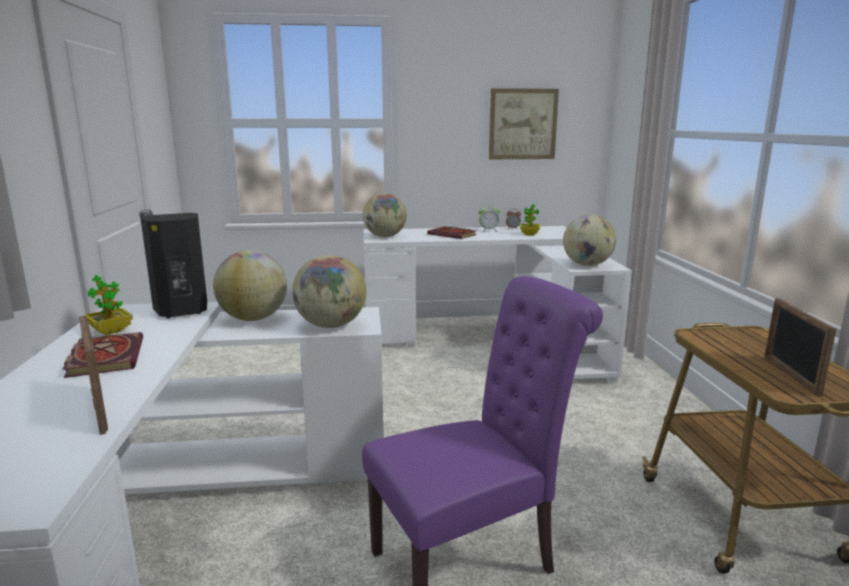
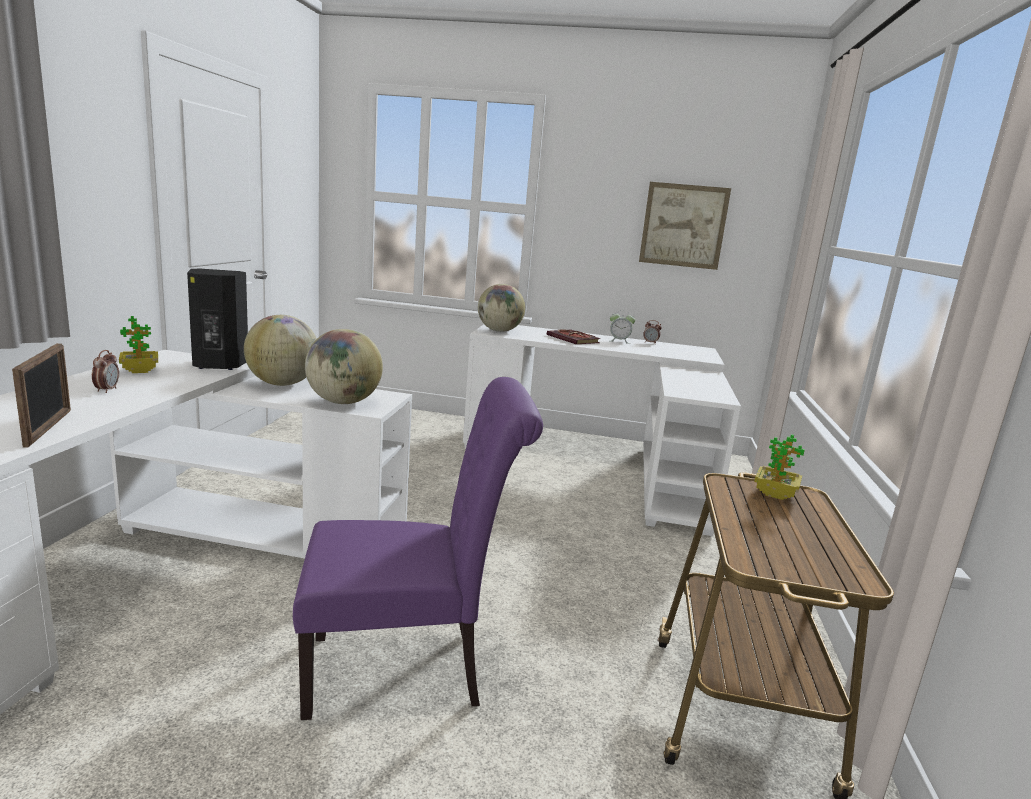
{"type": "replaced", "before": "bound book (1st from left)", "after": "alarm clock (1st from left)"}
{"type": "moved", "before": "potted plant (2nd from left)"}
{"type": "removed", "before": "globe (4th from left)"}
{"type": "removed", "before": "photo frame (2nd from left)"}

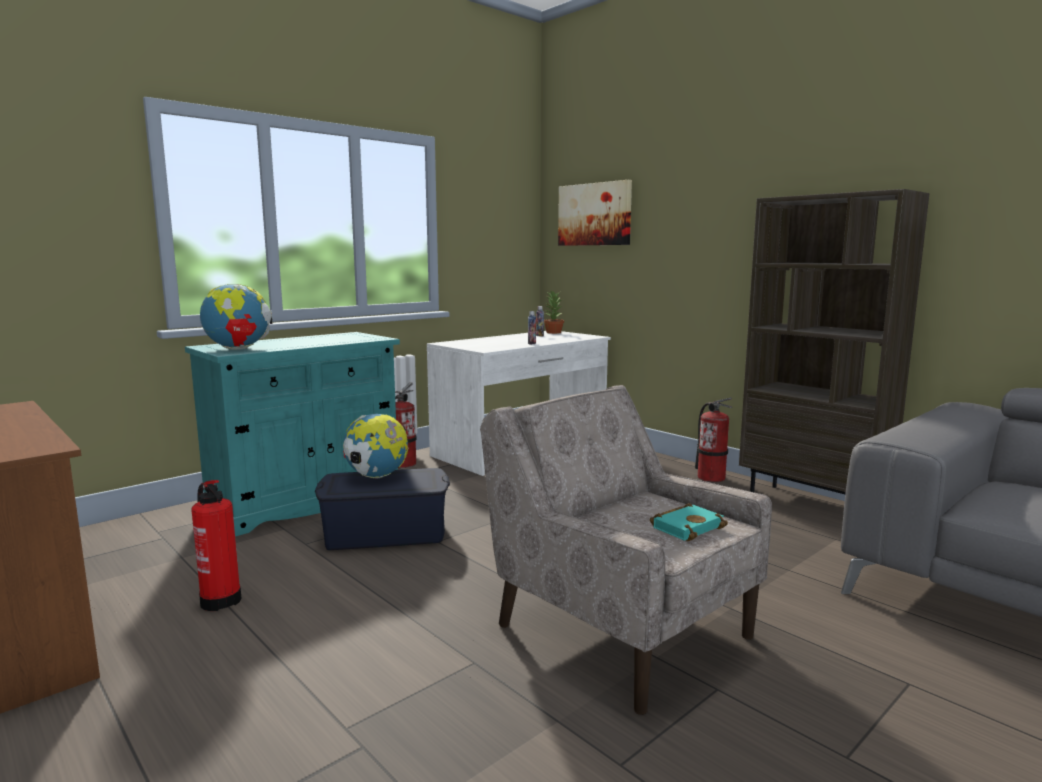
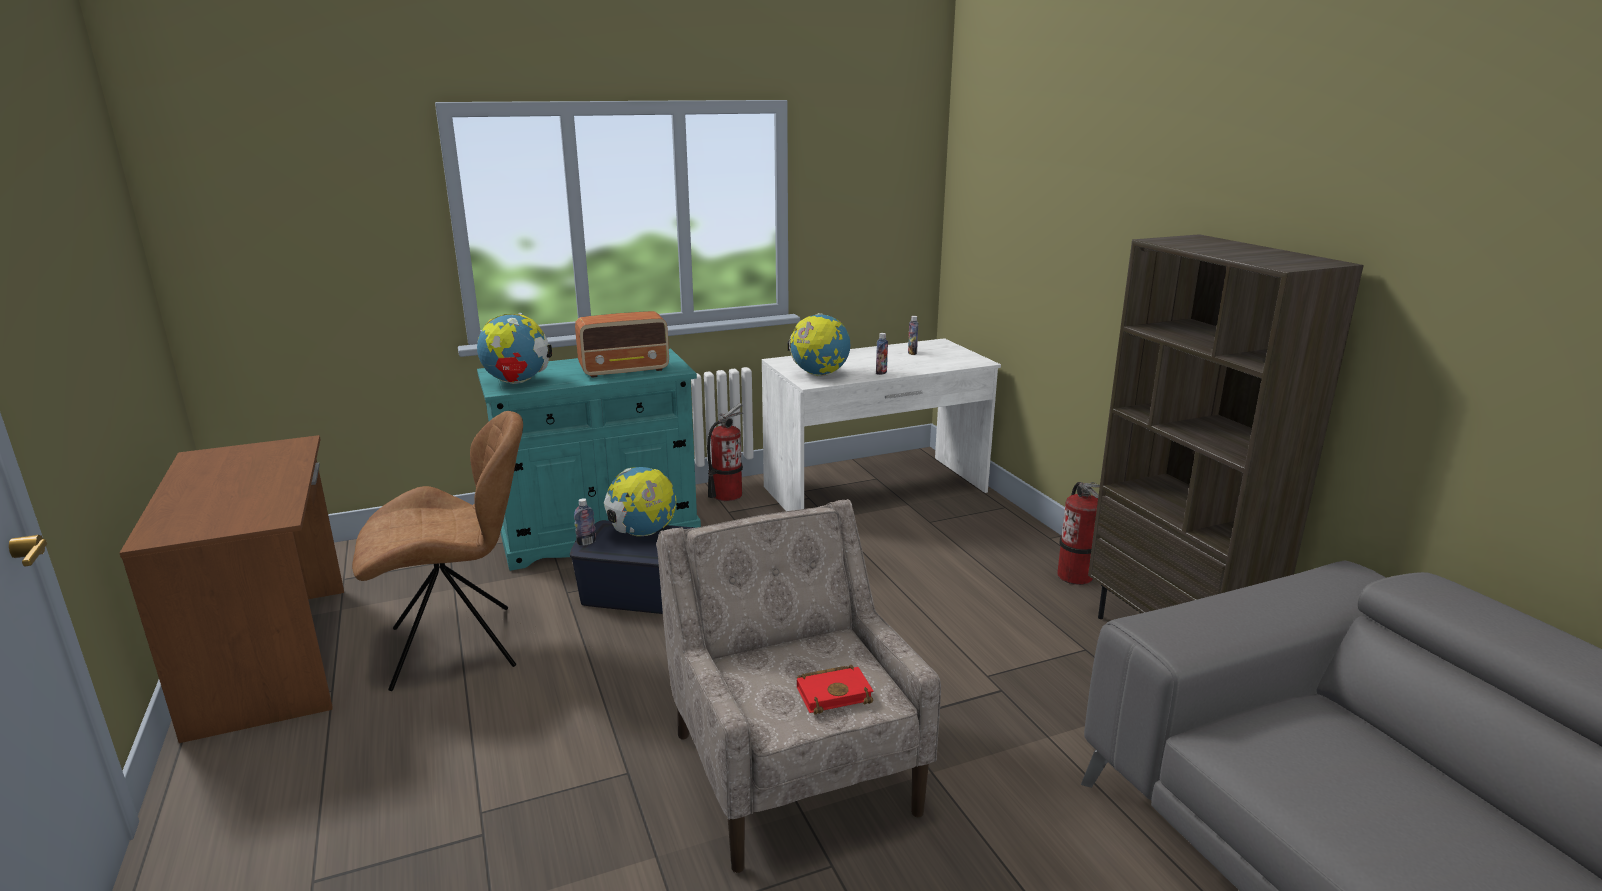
{"type": "replaced", "before": "extinguisher (1st from left)", "after": "upright chair/brown"}
{"type": "removed", "before": "potted plant"}
{"type": "removed", "before": "picture"}
{"type": "recoloured", "before": "bound book/turquoise-coloured", "after": "bound book/reddish"}
{"type": "added", "after": "drink bottle (1st from left)"}
{"type": "added", "after": "radio receiver"}
{"type": "added", "after": "globe (3rd from left)"}

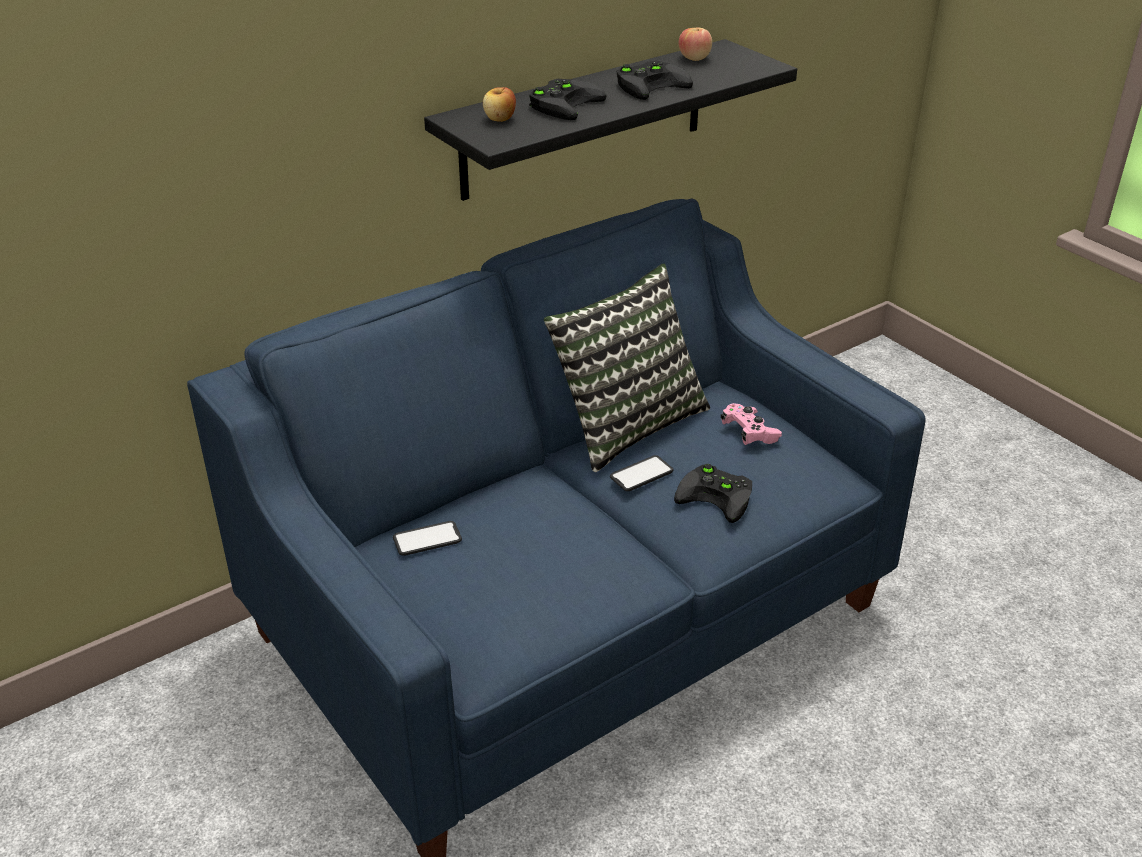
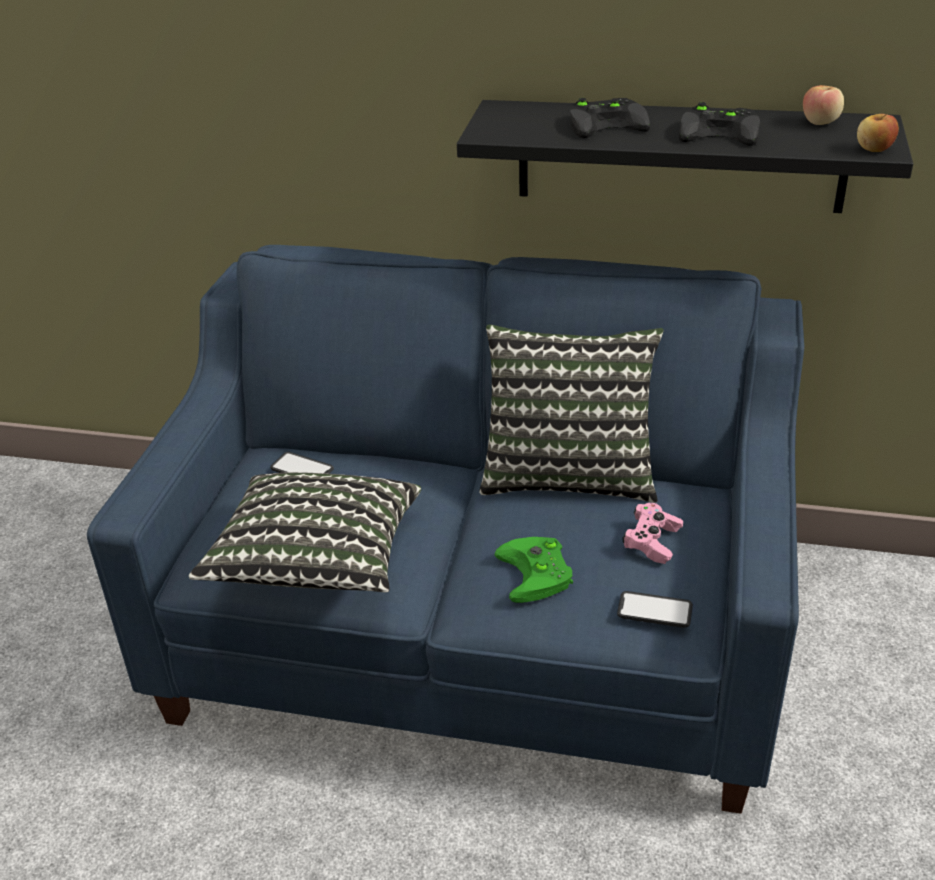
{"type": "moved", "before": "apple fruit (1st from left in the first image)", "after": "apple fruit (2nd from left)"}
{"type": "moved", "before": "phone (2nd from left)"}
{"type": "recoloured", "before": "gamepad/black (3rd from left)", "after": "gamepad/greenish"}
{"type": "added", "after": "throw pillow (1st from left)"}

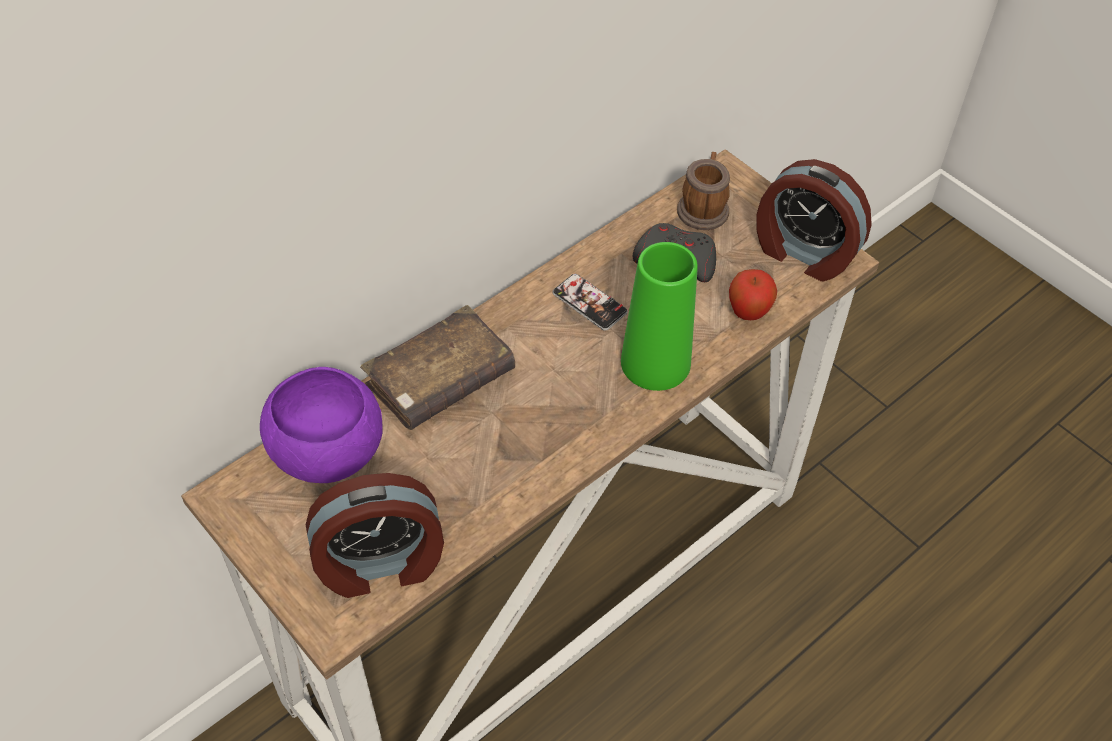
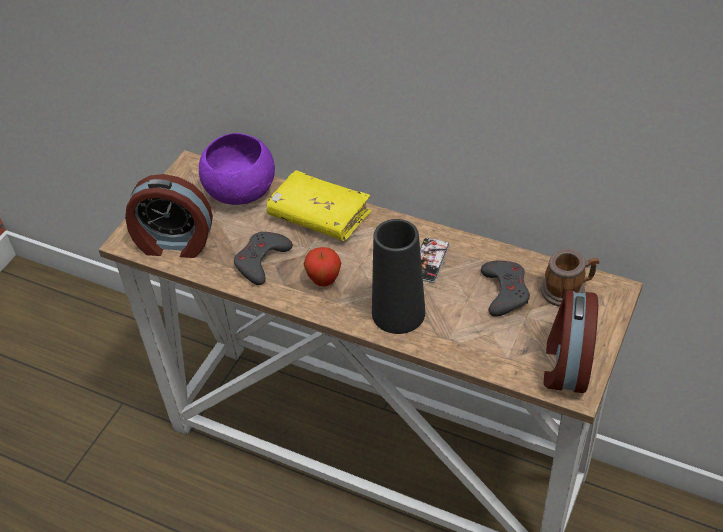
{"type": "turned", "before": "alarm clock (1st from left)", "turn": -45}
{"type": "recoloured", "before": "bound book/brown", "after": "bound book/yellow"}
{"type": "recoloured", "before": "vase/greenish", "after": "vase/black"}
{"type": "moved", "before": "apple fruit"}
{"type": "added", "after": "gamepad/greyish (1st from left)"}

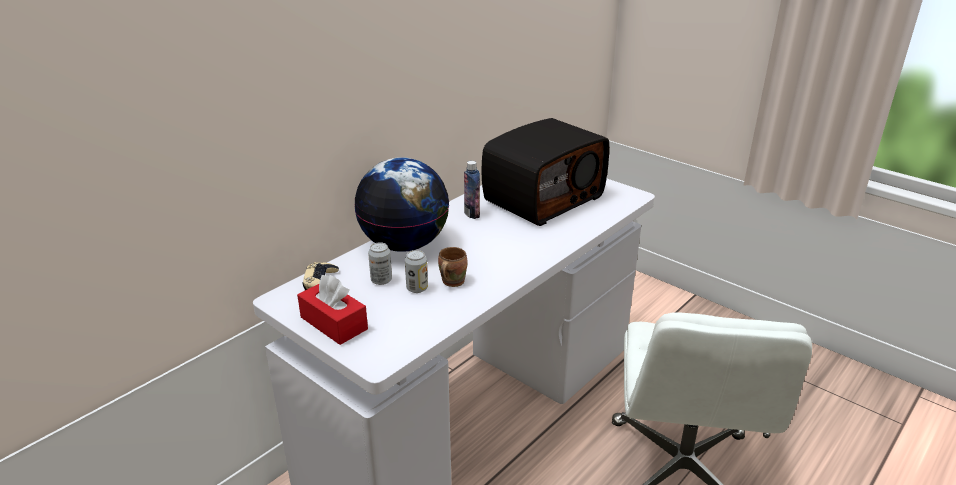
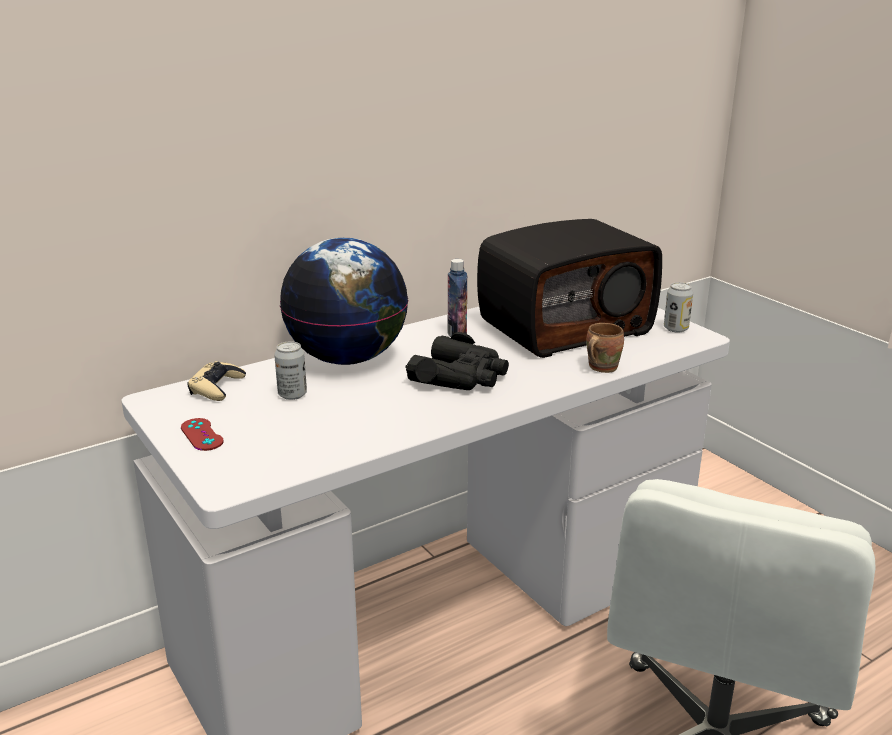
{"type": "replaced", "before": "tissue holder/reddish", "after": "gamepad/reddish"}
{"type": "moved", "before": "metal can (2nd from left)"}
{"type": "moved", "before": "tea mug/brown"}
{"type": "added", "after": "binoculars/black"}

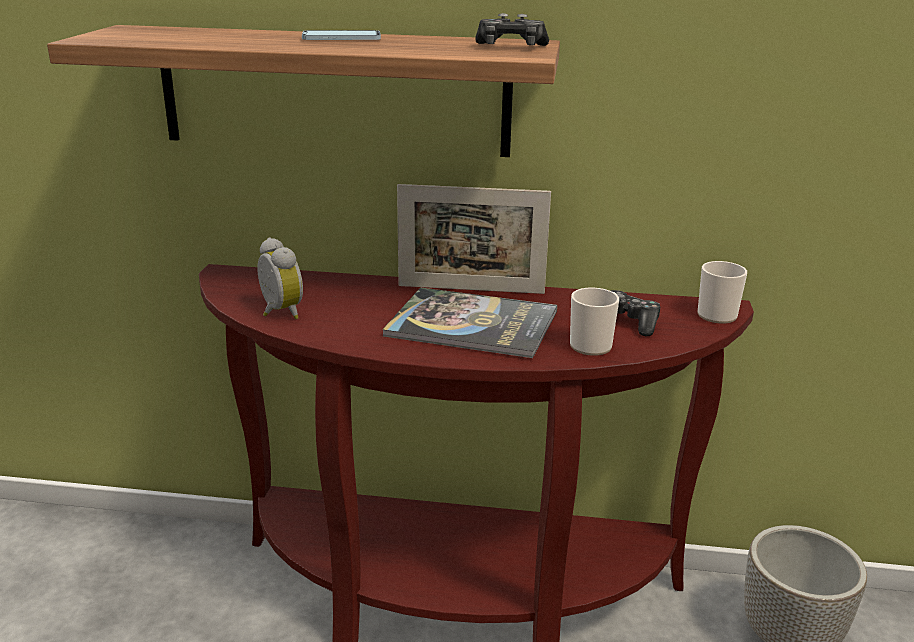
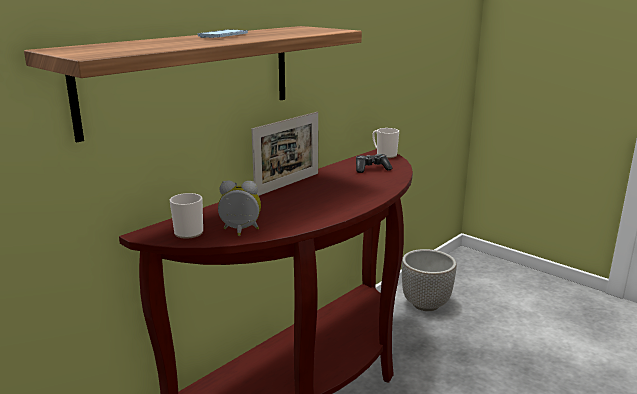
{"type": "removed", "before": "bound book"}
{"type": "removed", "before": "gamepad (1st from left)"}
{"type": "moved", "before": "tea mug (1st from left)"}

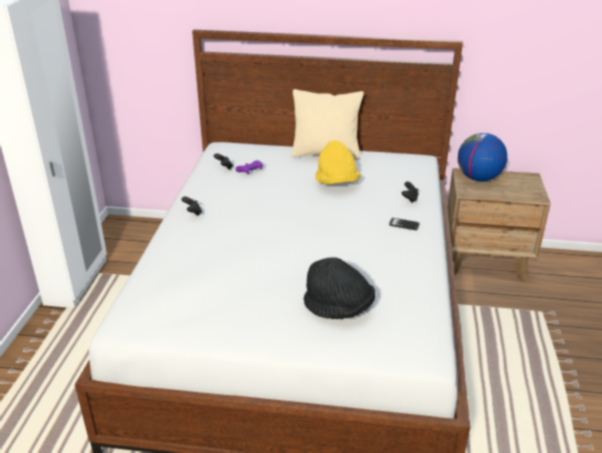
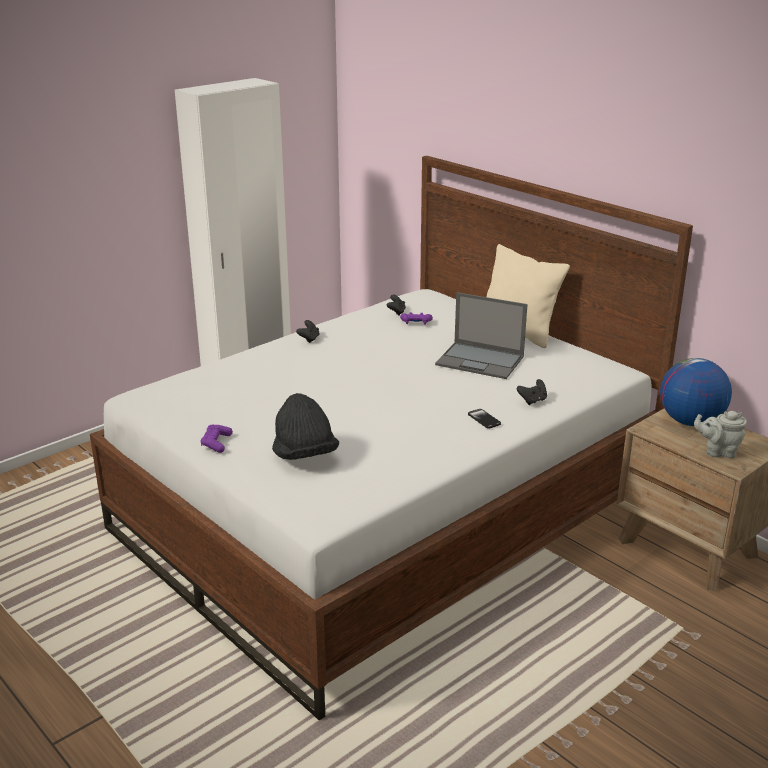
{"type": "replaced", "before": "clothing hat/yellow", "after": "laptop"}
{"type": "added", "after": "gamepad/purple-coloured (1st from left)"}
{"type": "added", "after": "pot for tea/greyish"}

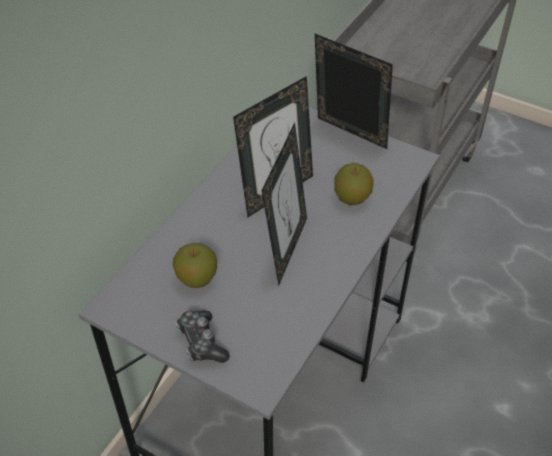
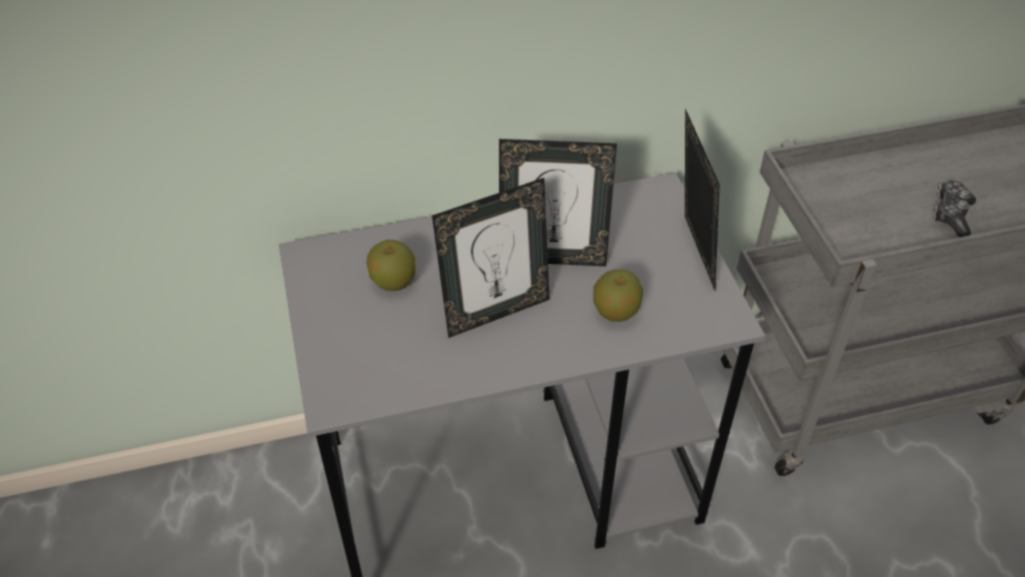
{"type": "moved", "before": "gamepad"}

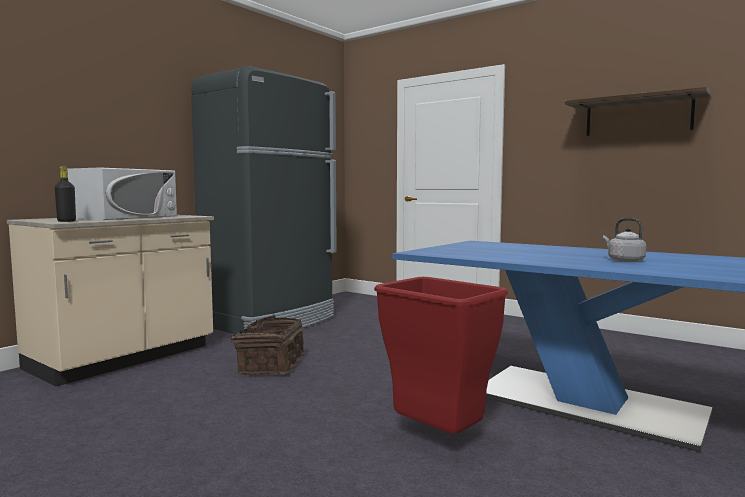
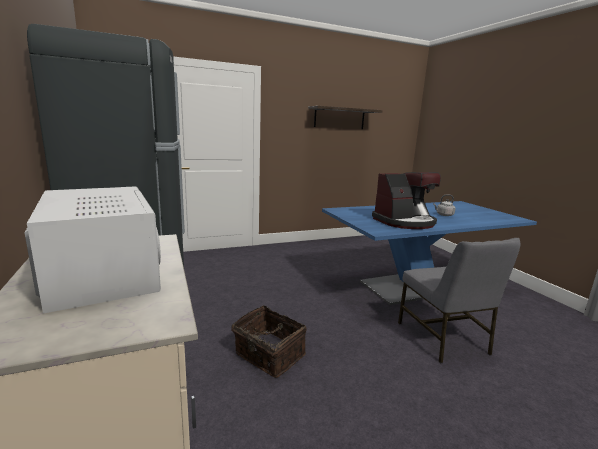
{"type": "removed", "before": "drink bottle/black"}
{"type": "replaced", "before": "rubbish bin/reddish", "after": "upright chair/greyish"}
{"type": "added", "after": "coffee brewer"}

